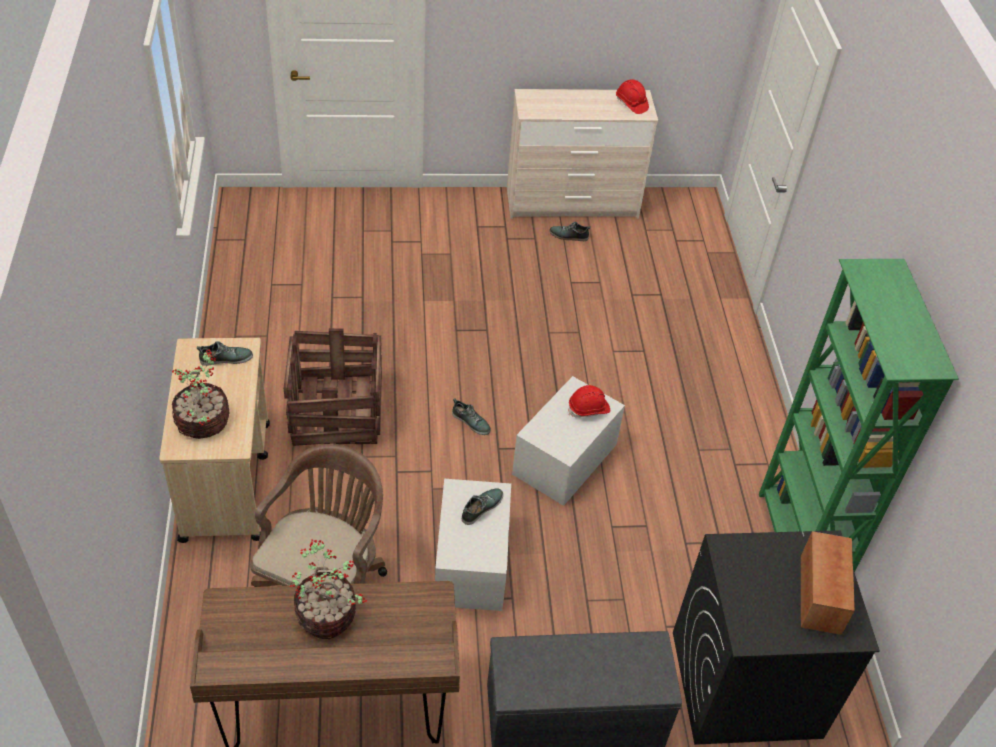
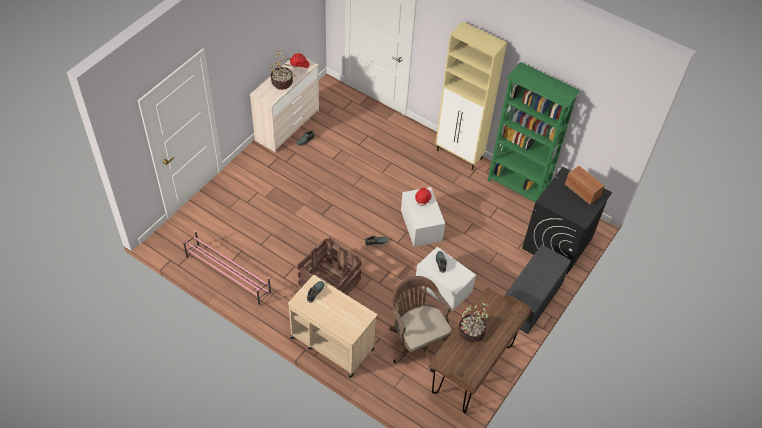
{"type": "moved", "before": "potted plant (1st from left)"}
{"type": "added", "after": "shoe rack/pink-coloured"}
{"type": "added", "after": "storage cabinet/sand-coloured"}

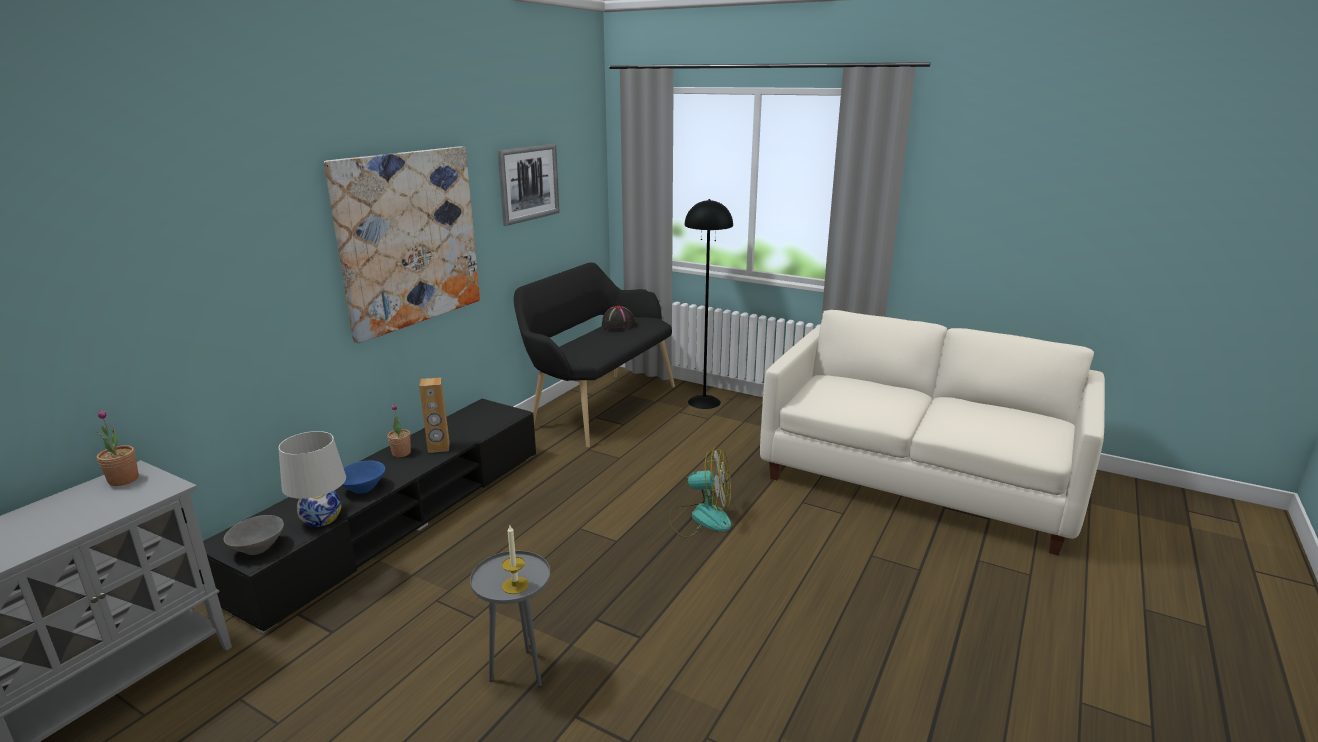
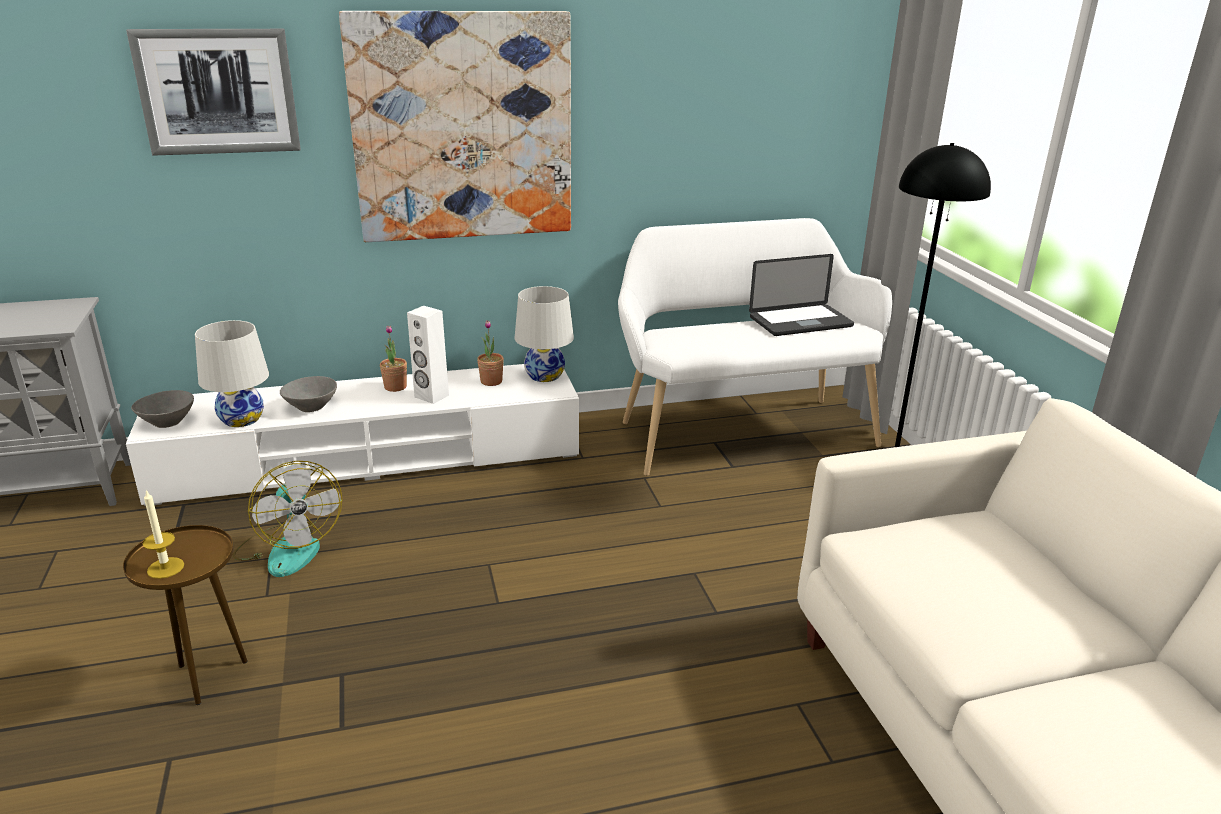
{"type": "moved", "before": "potted plant (1st from left in the first image)", "after": "potted plant (2nd from left)"}
{"type": "recoloured", "before": "tv unit/black", "after": "tv unit/white"}
{"type": "recoloured", "before": "deep dish/bluish", "after": "deep dish/greyish (2nd from left)"}
{"type": "recoloured", "before": "speaker/brown", "after": "speaker/white"}
{"type": "recoloured", "before": "accent table/greyish", "after": "accent table/brown"}
{"type": "moved", "before": "picture (2nd from left in the first image)", "after": "picture (1st from left)"}
{"type": "recoloured", "before": "long seat/black", "after": "long seat/white"}
{"type": "replaced", "before": "clothing hat/black", "after": "laptop"}
{"type": "moved", "before": "fan"}
{"type": "added", "after": "table lamp/white (2nd from left)"}

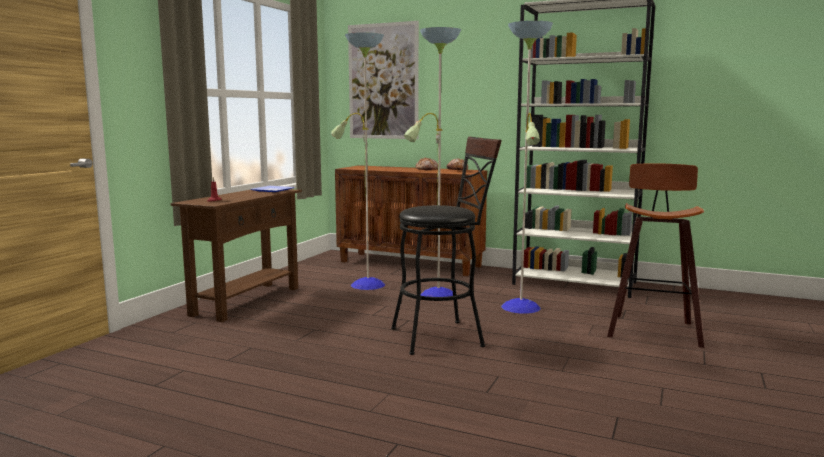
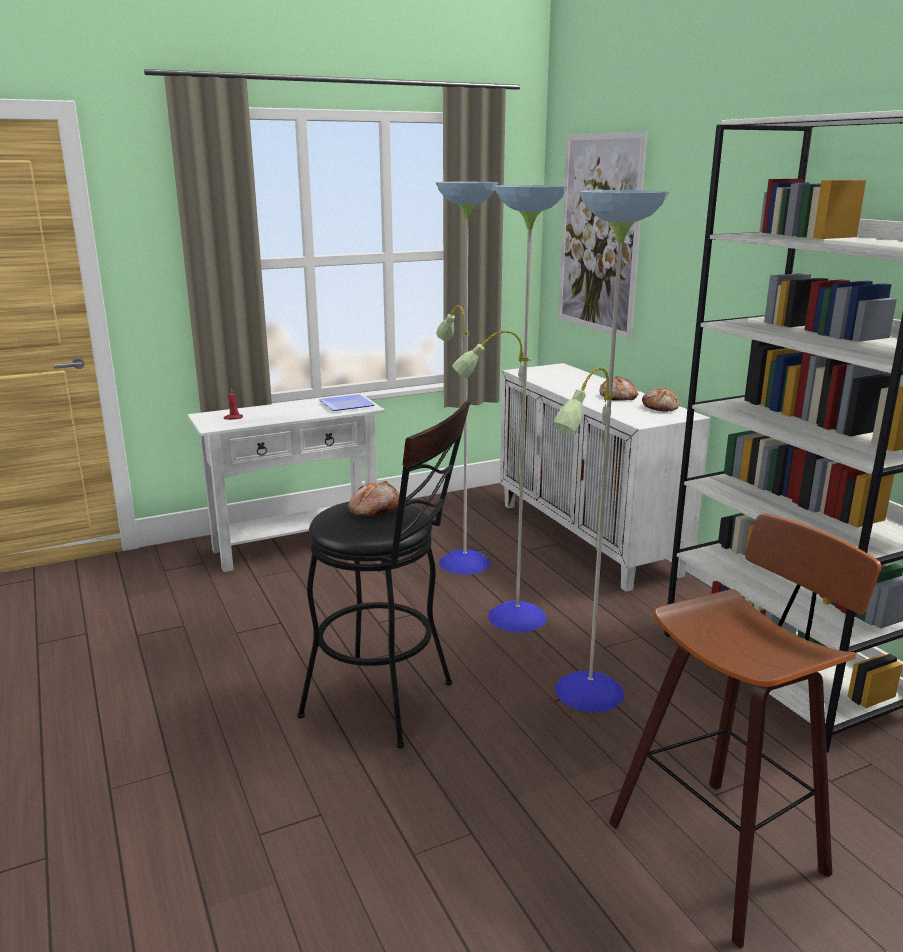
{"type": "recoloured", "before": "console table/brown", "after": "console table/white"}
{"type": "recoloured", "before": "storage cabinet/brown", "after": "storage cabinet/white"}
{"type": "added", "after": "bakery bread (1st from left)"}

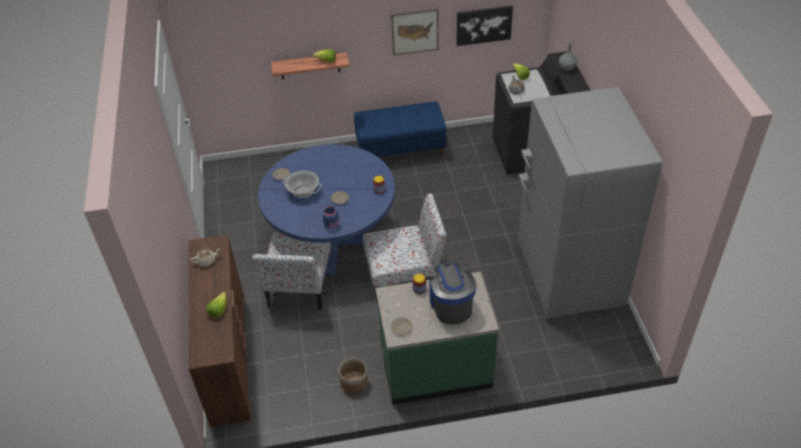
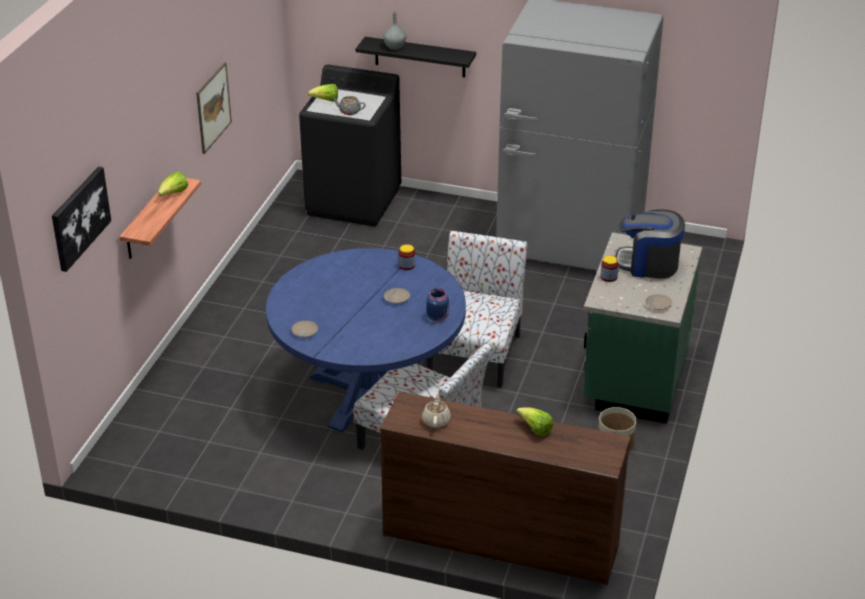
{"type": "removed", "before": "stockpot"}
{"type": "removed", "before": "long seat/bluish"}
{"type": "moved", "before": "picture (2nd from left in the first image)", "after": "picture (1st from left)"}

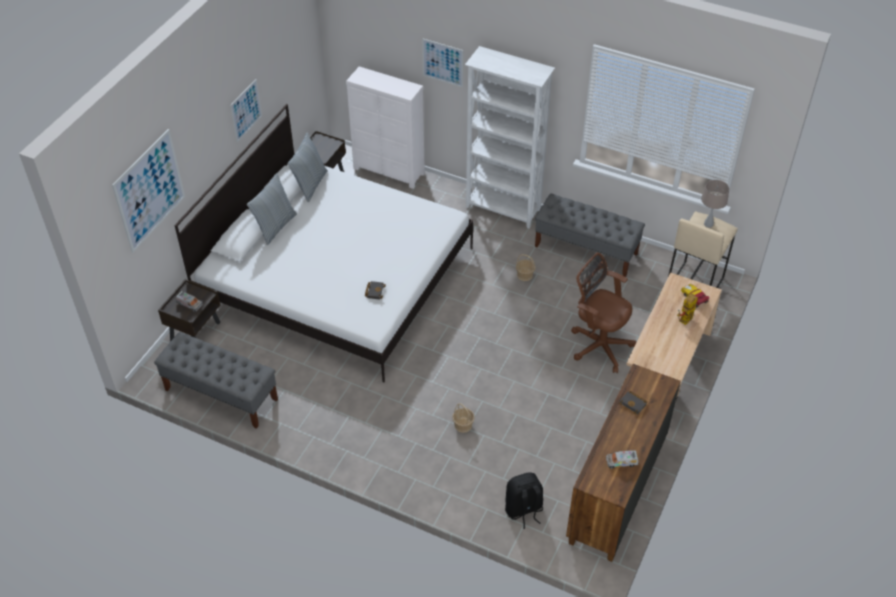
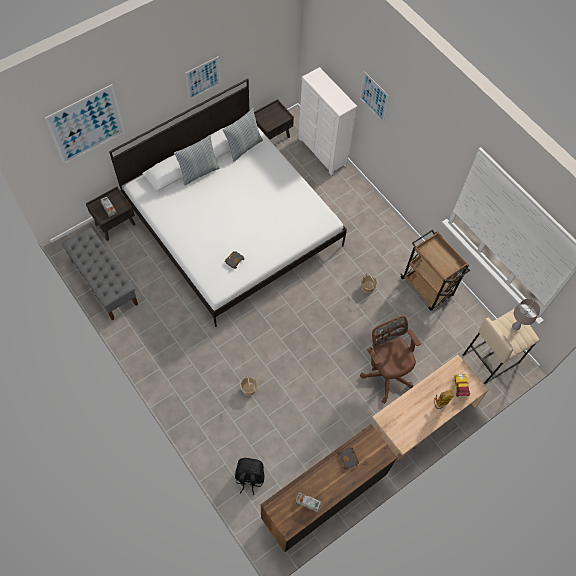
{"type": "removed", "before": "bookshelf/white"}
{"type": "replaced", "before": "long seat/greyish (2nd from left)", "after": "wheeled cart/brown"}

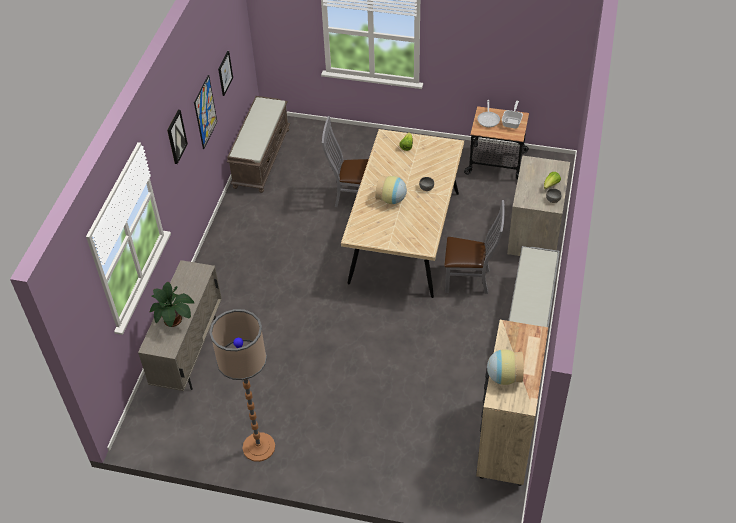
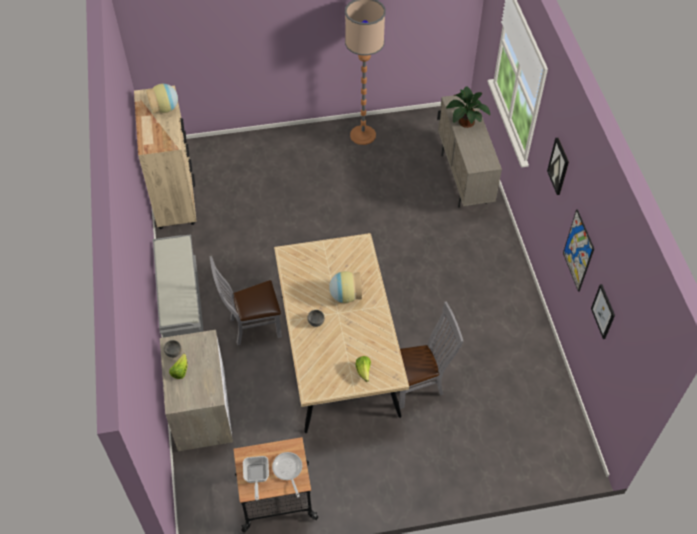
{"type": "removed", "before": "long seat/brown"}

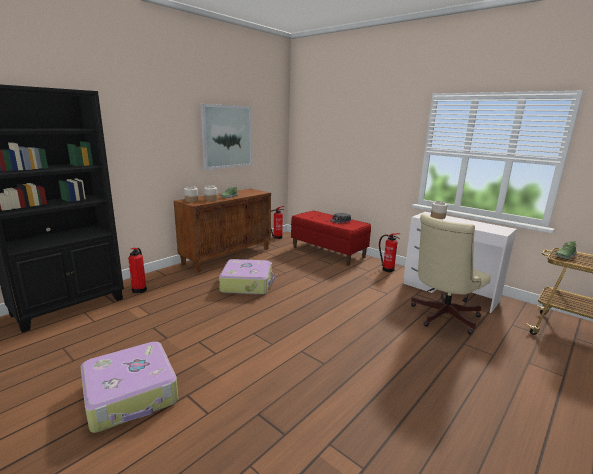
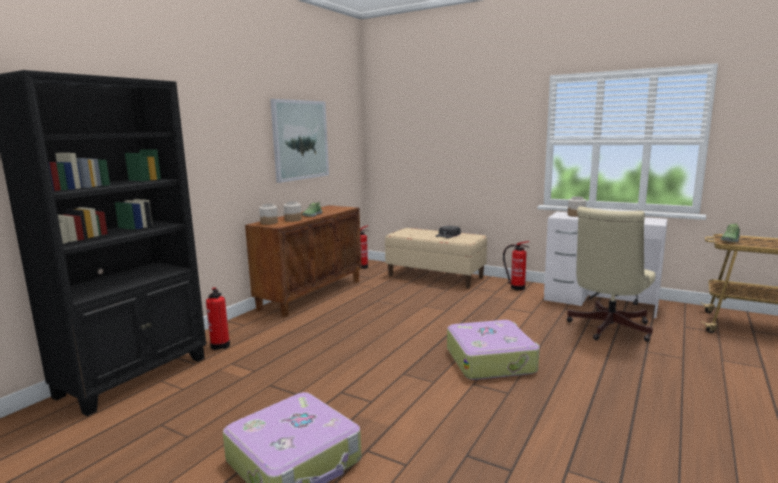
{"type": "moved", "before": "suitcase (2nd from left)"}
{"type": "recoloured", "before": "long seat/reddish", "after": "long seat/sand-coloured"}

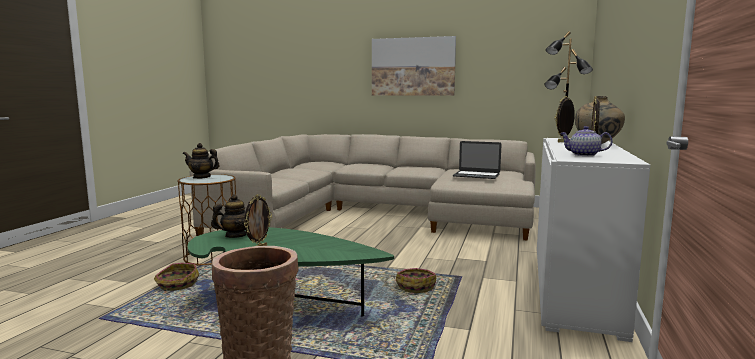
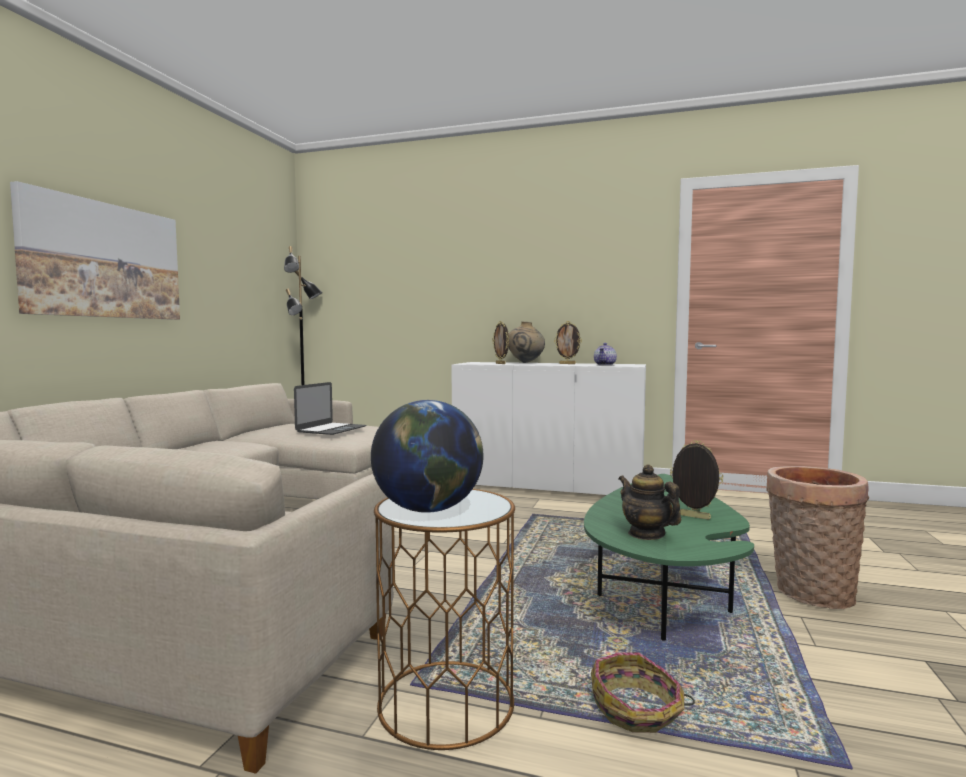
{"type": "replaced", "before": "pot for tea (1st from left)", "after": "globe"}
{"type": "removed", "before": "storage basket (3rd from left)"}

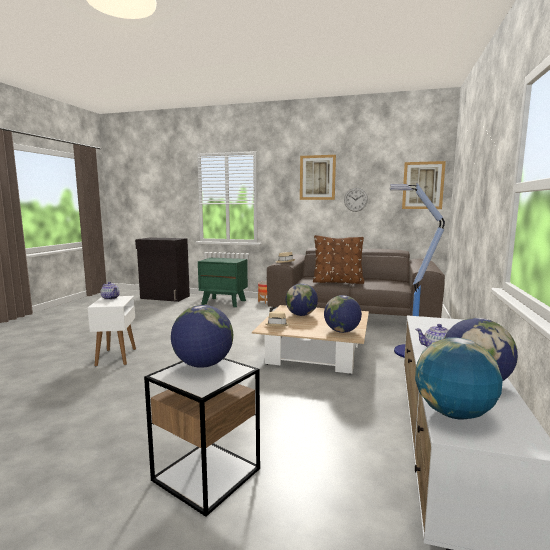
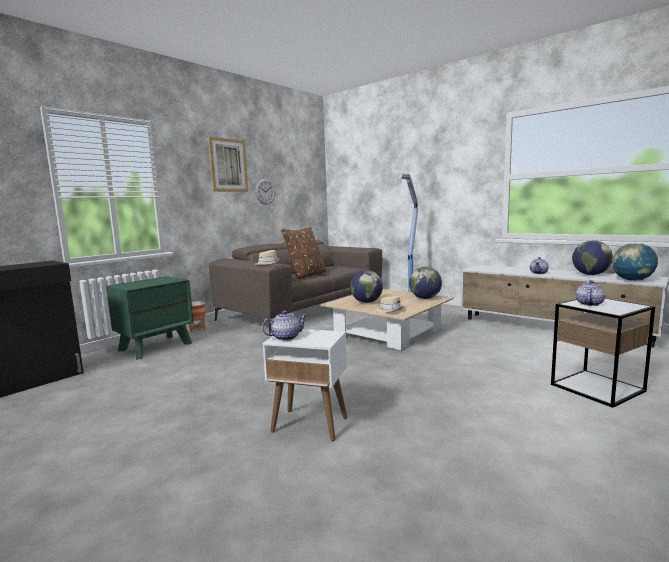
{"type": "replaced", "before": "globe (1st from left)", "after": "pot for tea (3rd from left)"}
{"type": "removed", "before": "picture (2nd from left)"}

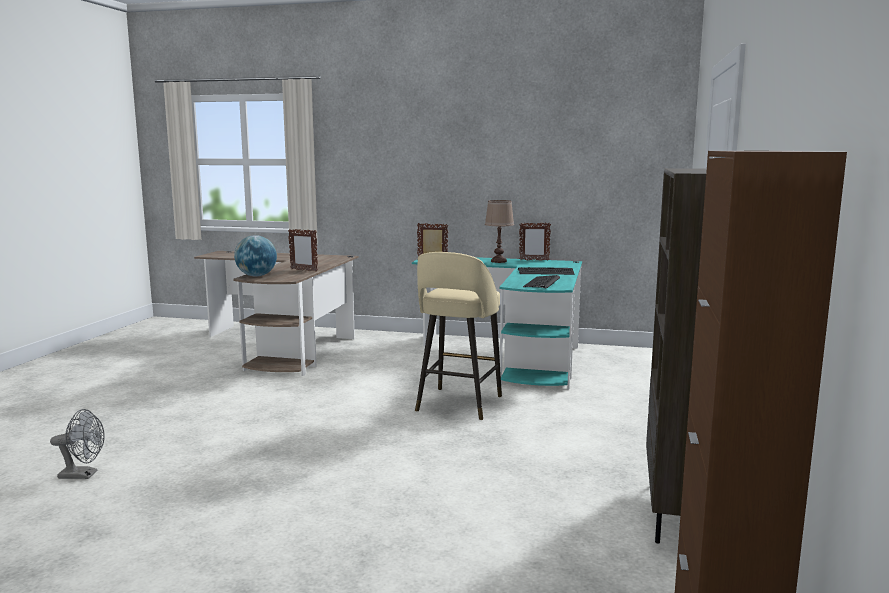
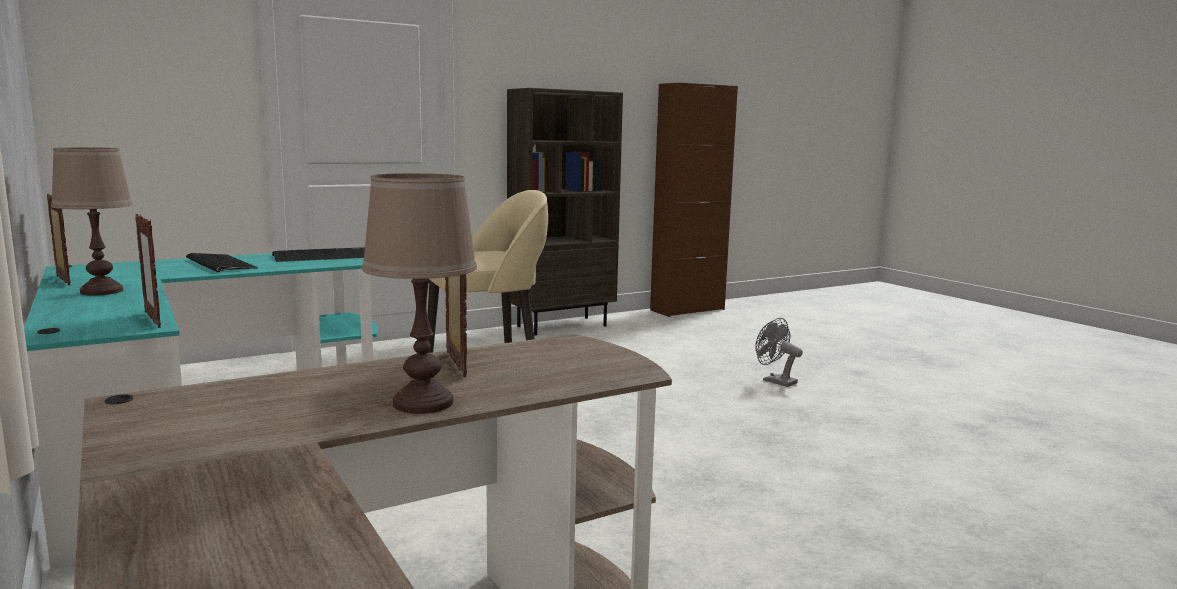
{"type": "moved", "before": "fan/greyish"}
{"type": "removed", "before": "globe"}
{"type": "added", "after": "table lamp/brown (2nd from left)"}

